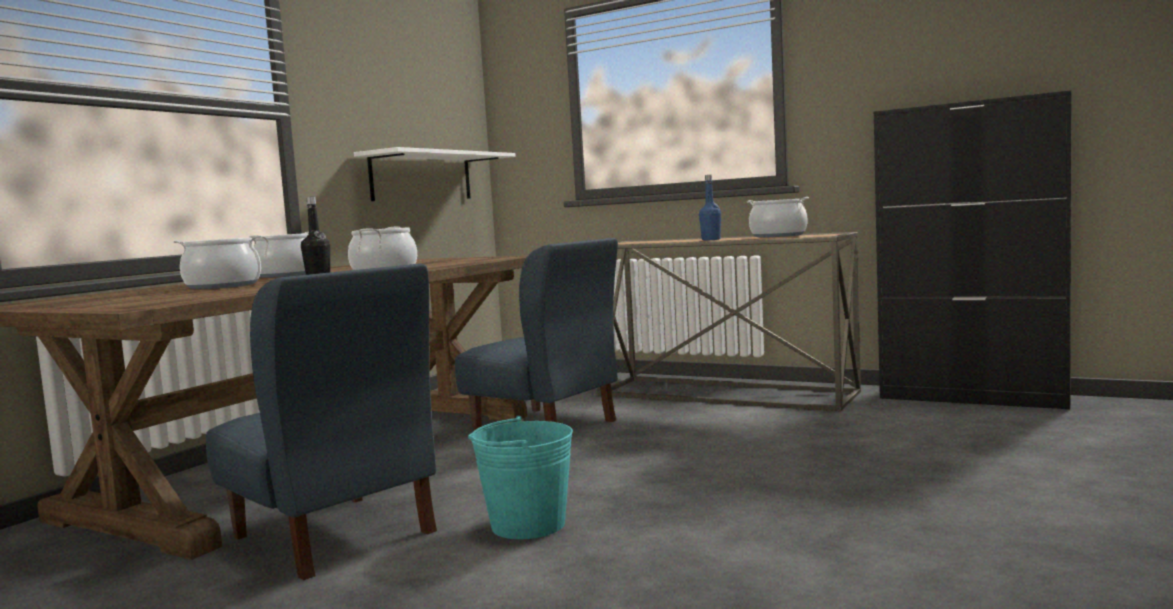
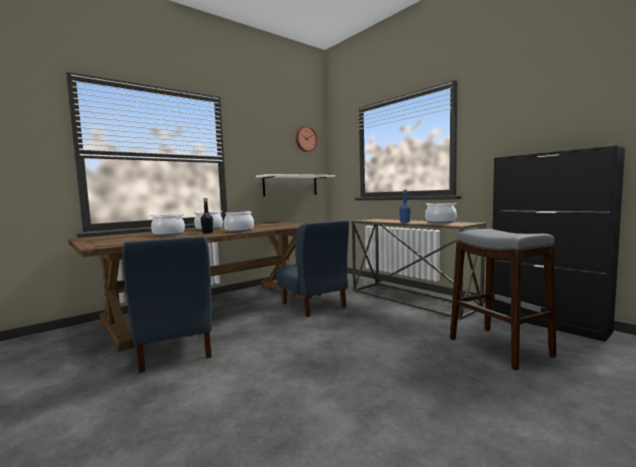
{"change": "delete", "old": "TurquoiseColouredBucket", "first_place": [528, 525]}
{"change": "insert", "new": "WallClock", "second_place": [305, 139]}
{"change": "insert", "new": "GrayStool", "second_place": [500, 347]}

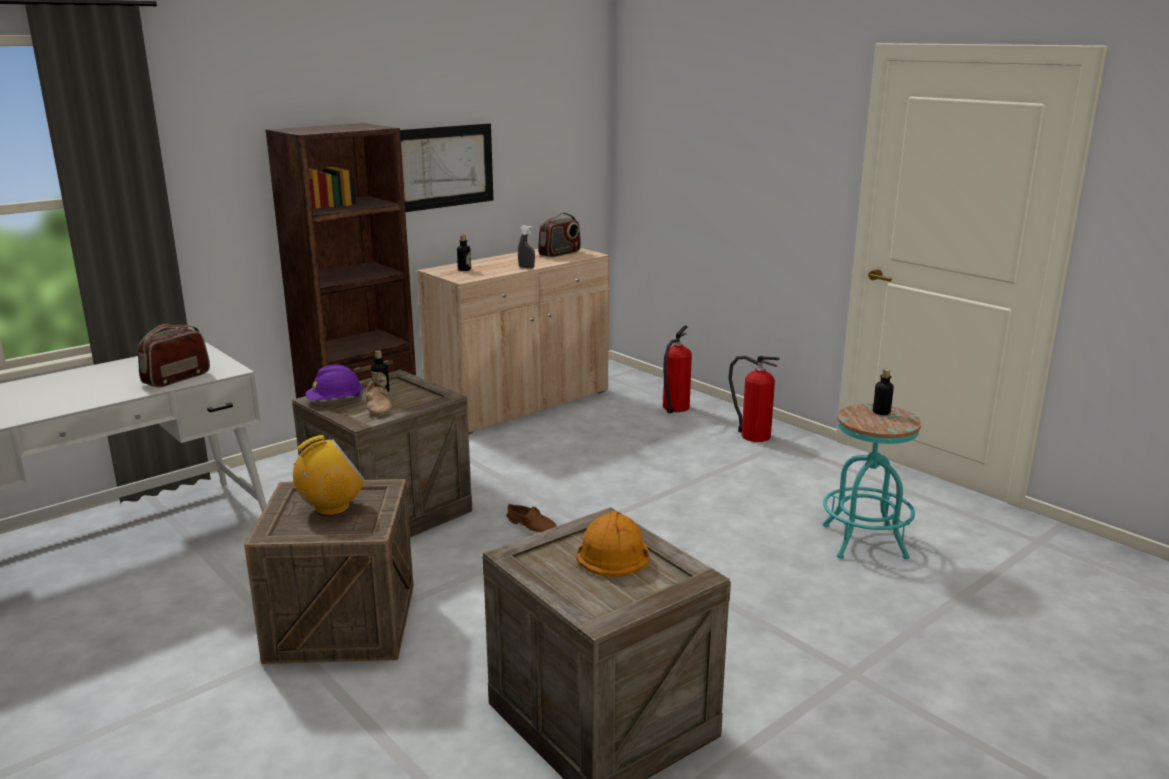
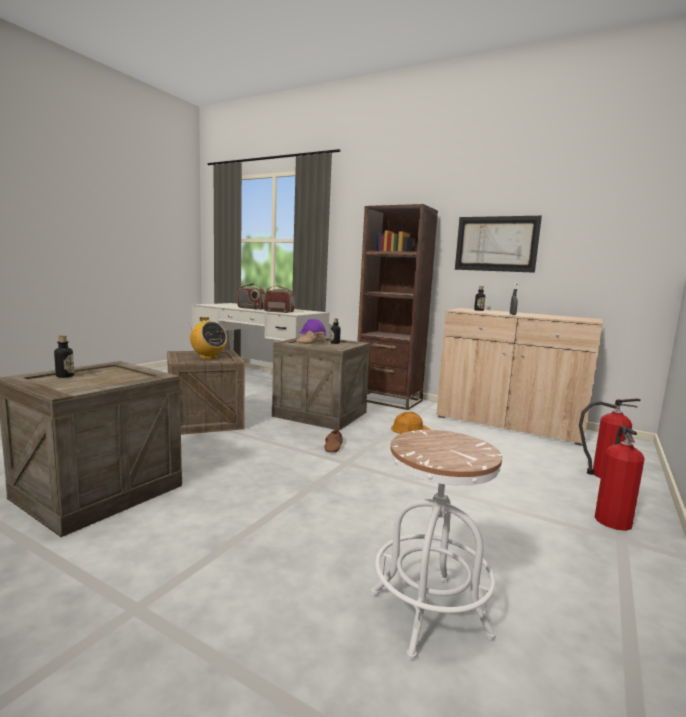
{"change": "move", "old": "Radio", "first_place": [560, 253], "second_place": [251, 308]}
{"change": "move", "old": "OrangeColouredWorkHelmet", "first_place": [613, 551], "second_place": [410, 429]}
{"change": "recolor", "old": "TurquoiseColouredStool", "new": "WhiteStool", "first_place": [864, 541], "second_place": [429, 614]}
{"change": "move", "old": "Bottle", "first_place": [881, 412], "second_place": [65, 376]}

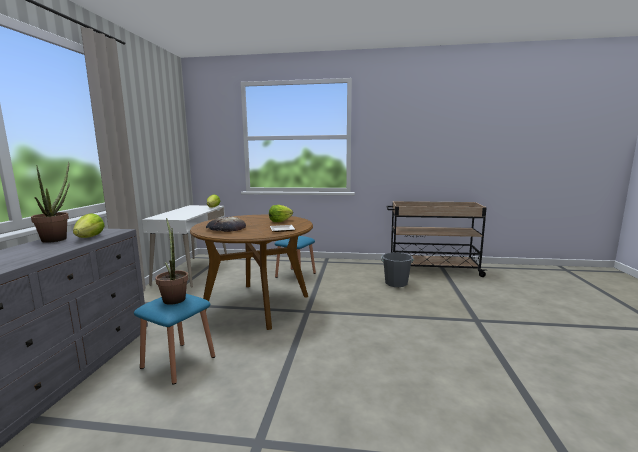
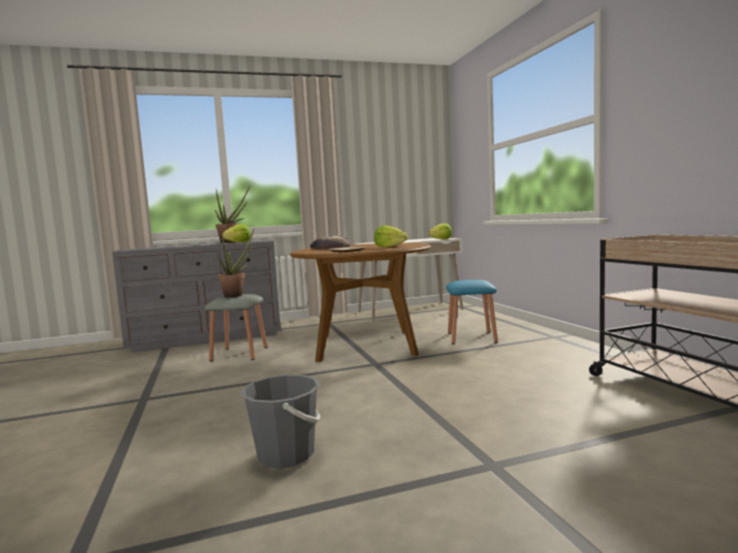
{"change": "recolor", "old": "BlueColouredStool", "new": "GrayStool", "first_place": [178, 362], "second_place": [239, 353]}
{"change": "move", "old": "GrayBucket", "first_place": [396, 283], "second_place": [286, 455]}

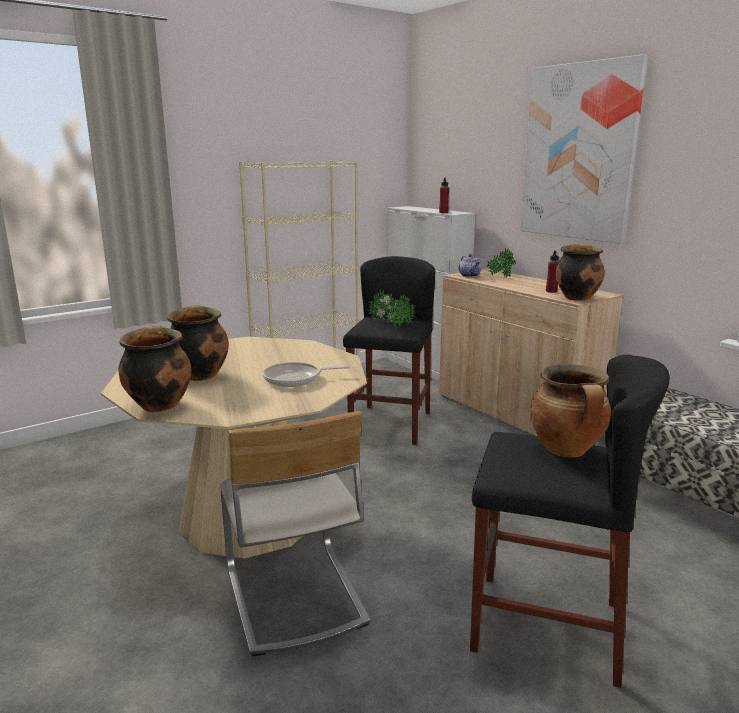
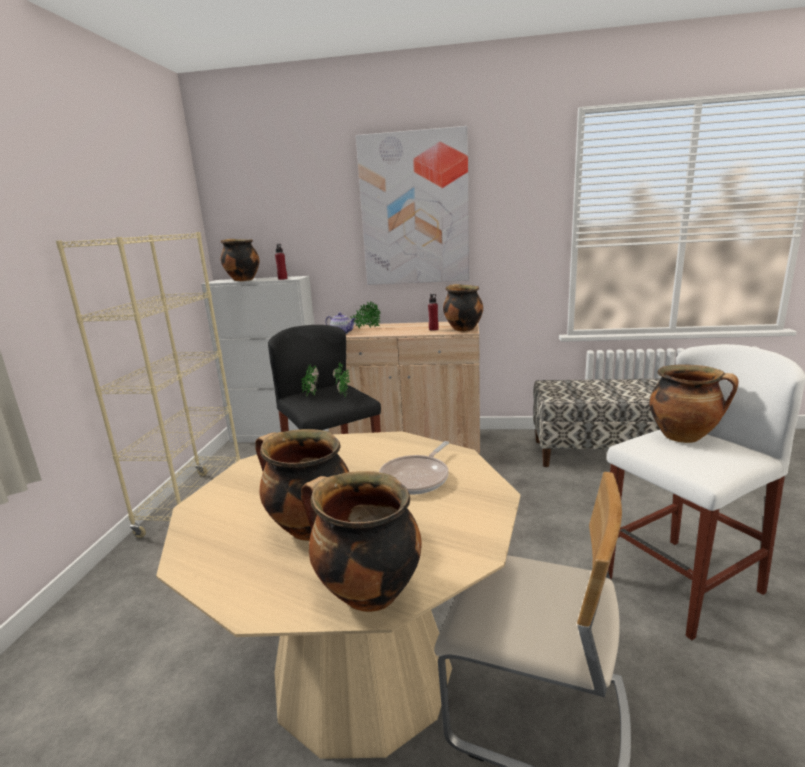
{"change": "recolor", "old": "BlackStool", "new": "WhiteStool", "first_place": [545, 626], "second_place": [681, 584]}
{"change": "insert", "new": "Saucepot", "second_place": [242, 280]}

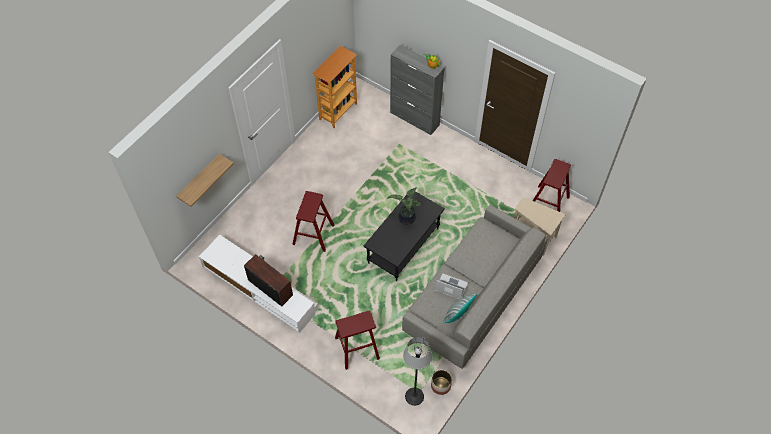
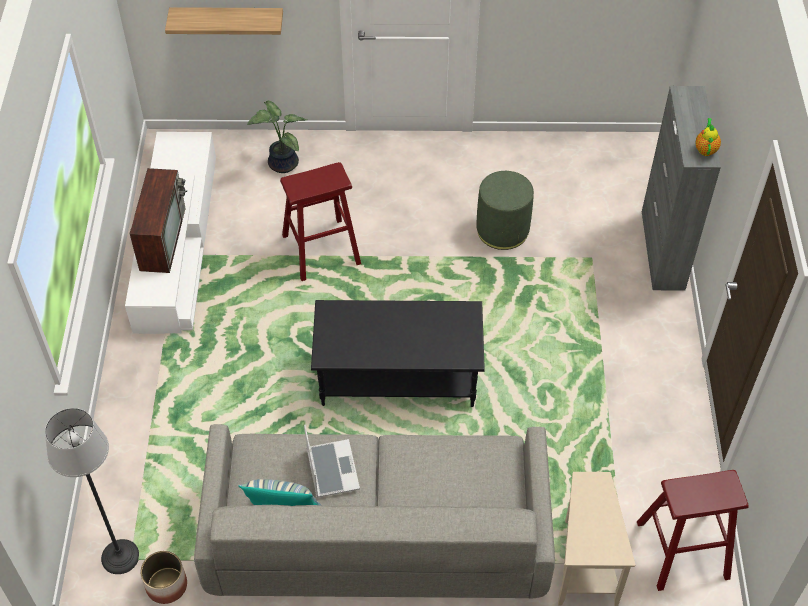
{"change": "delete", "old": "Bookcase", "first_place": [338, 111]}
{"change": "delete", "old": "RedStool", "first_place": [357, 348]}
{"change": "move", "old": "Houseplant", "first_place": [406, 219], "second_place": [281, 163]}
{"change": "insert", "new": "GreenPouffe", "second_place": [502, 230]}

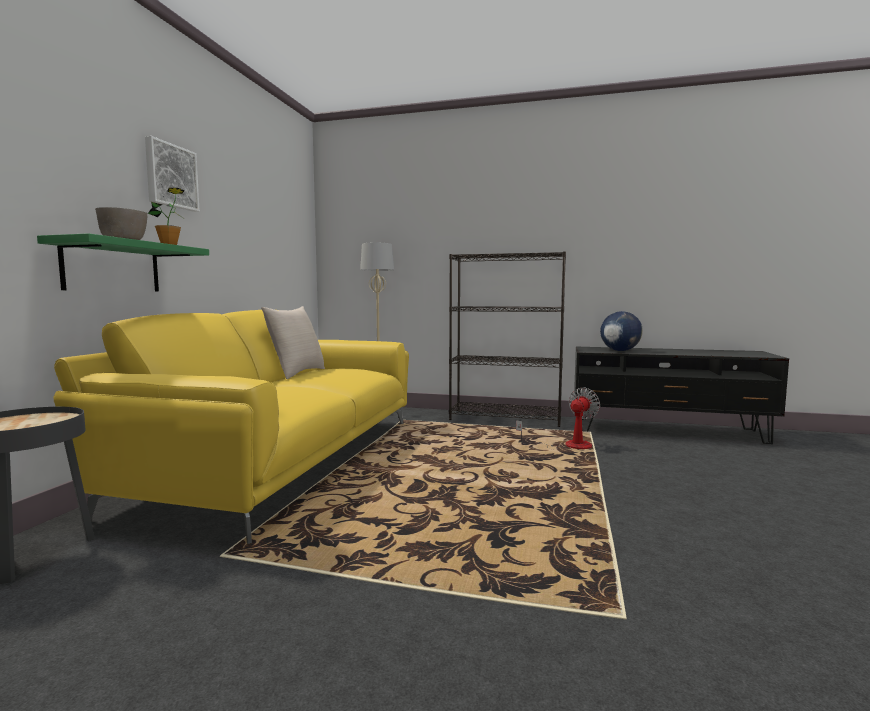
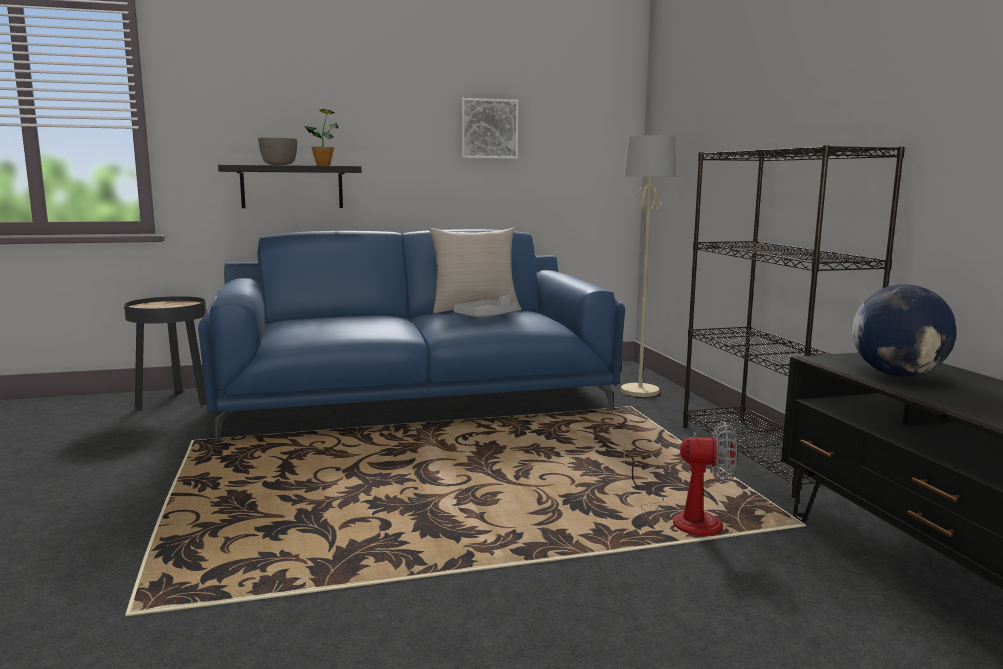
{"change": "recolor", "old": "GreenWallShelf", "new": "BlackWallShelf", "first_place": [112, 267], "second_place": [292, 187]}
{"change": "recolor", "old": "YellowCouch", "new": "BlueColouredCouch", "first_place": [283, 458], "second_place": [415, 400]}
{"change": "move", "old": "WallArt", "first_place": [170, 176], "second_place": [488, 129]}
{"change": "insert", "new": "GrayCarryingTray", "second_place": [485, 316]}

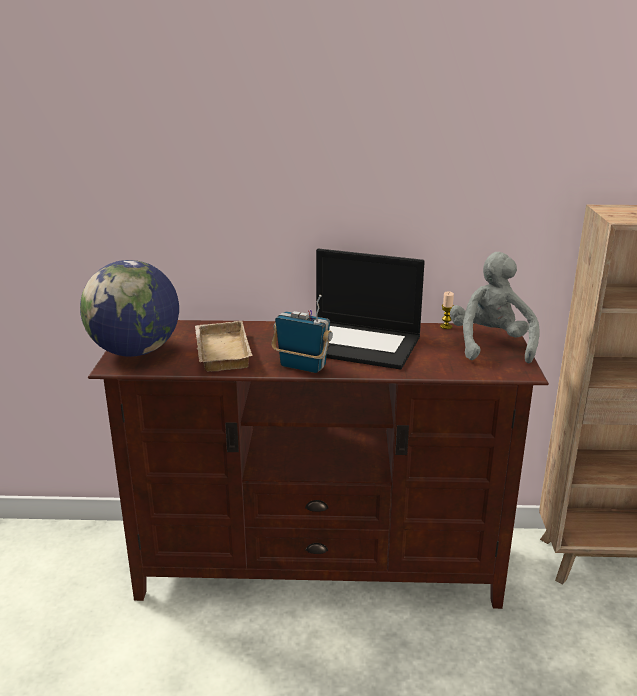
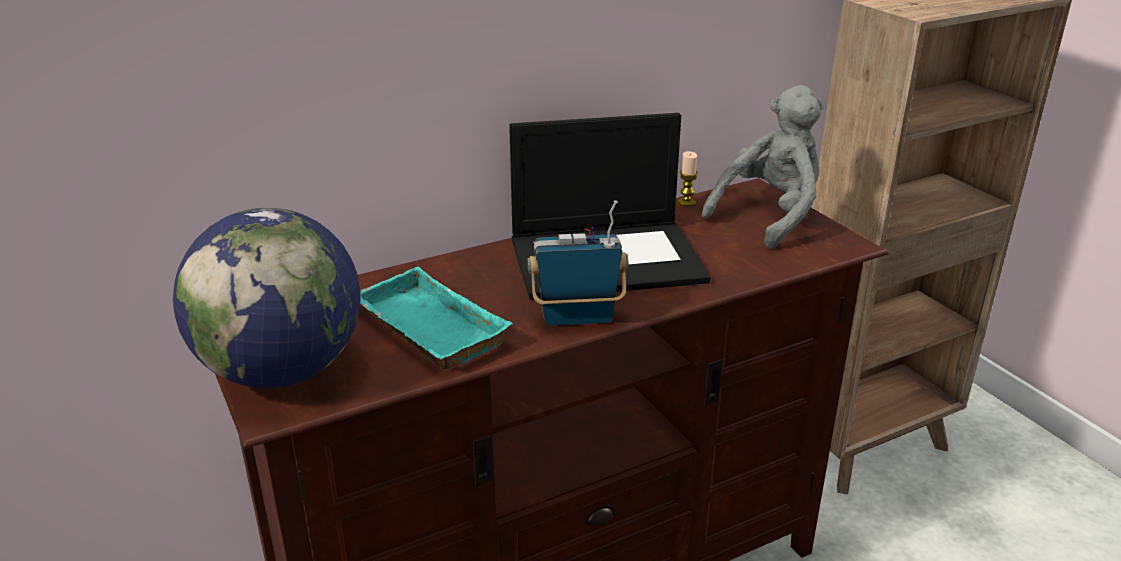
{"change": "recolor", "old": "SandColouredCarryingTray", "new": "TurquoiseColouredCarryingTray", "first_place": [220, 351], "second_place": [424, 329]}
{"change": "rotate", "old": "GrayPlushToy", "first_place": [490, 345], "second_place": [769, 216], "degrees": 75}

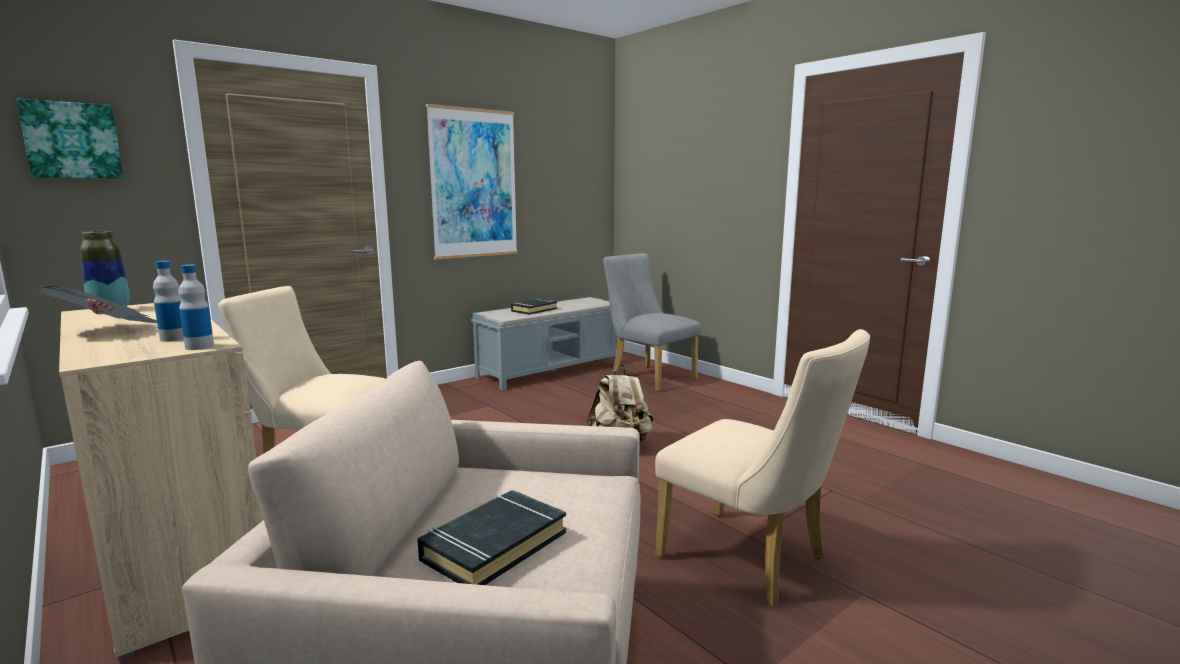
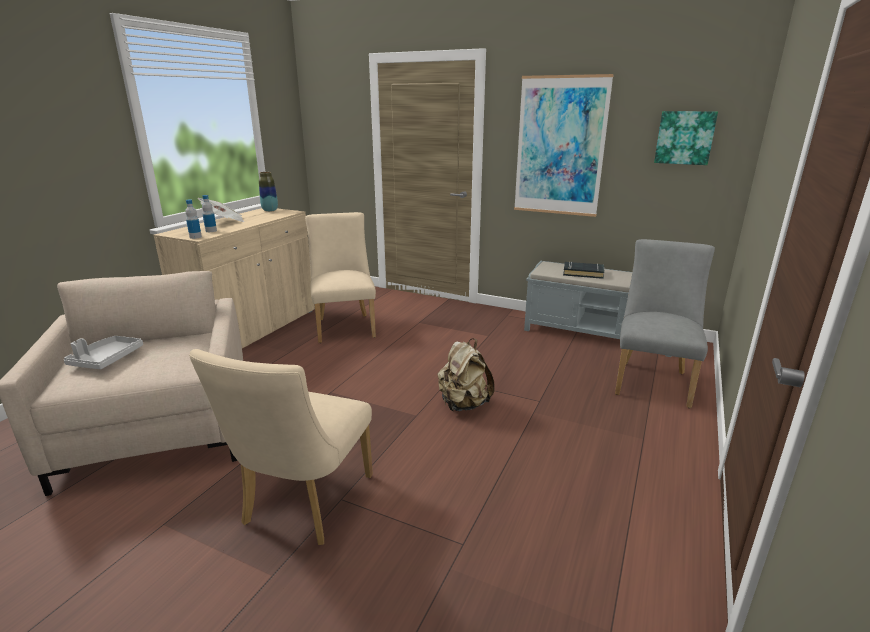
{"change": "move", "old": "WallArt", "first_place": [72, 140], "second_place": [685, 137]}
{"change": "replace", "old": "BlackBoundBook", "new": "GrayCarryingTray", "first_place": [494, 546], "second_place": [106, 359]}

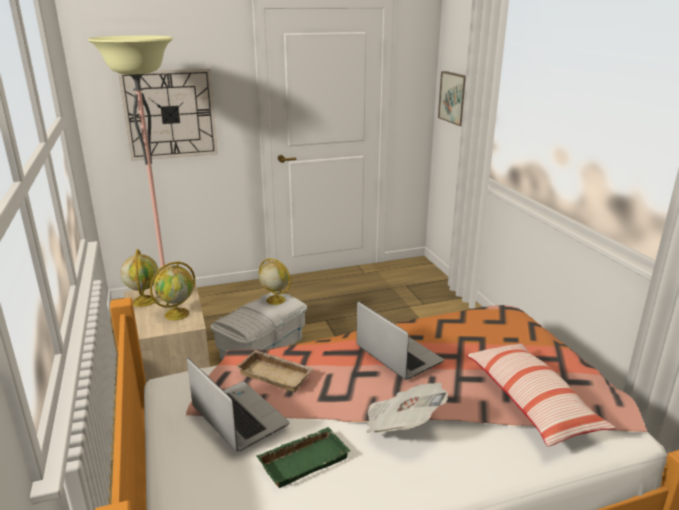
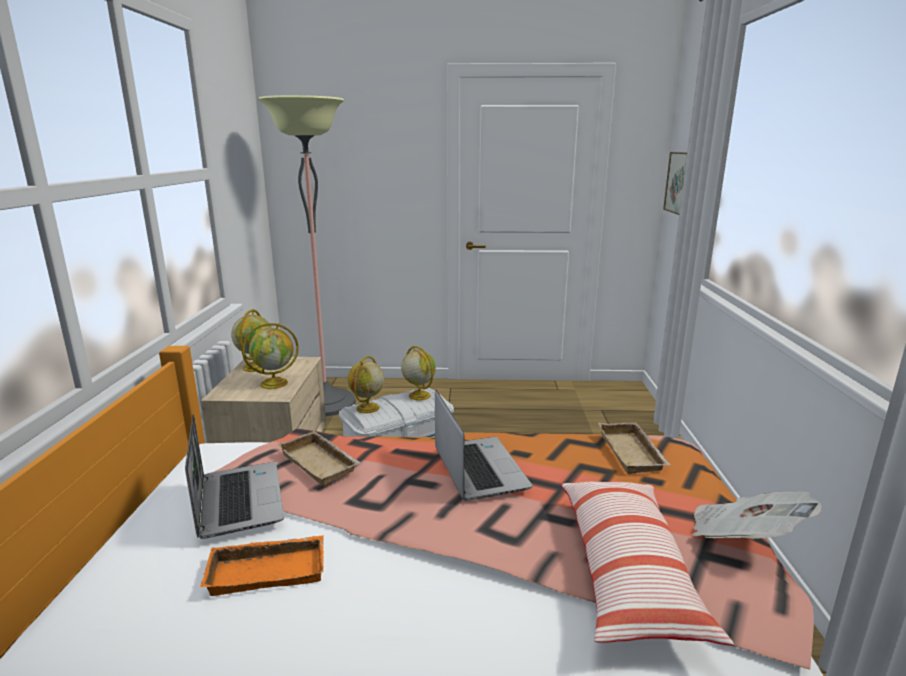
{"change": "delete", "old": "WallClock", "first_place": [170, 114]}
{"change": "recolor", "old": "GreenCarryingTray", "new": "OrangeColouredCarryingTray", "first_place": [303, 460], "second_place": [269, 569]}
{"change": "move", "old": "Newspaper", "first_place": [402, 424], "second_place": [743, 538]}
{"change": "insert", "new": "WorldGlobe", "second_place": [367, 408]}
{"change": "insert", "new": "SandColouredCarryingTray", "second_place": [633, 453]}

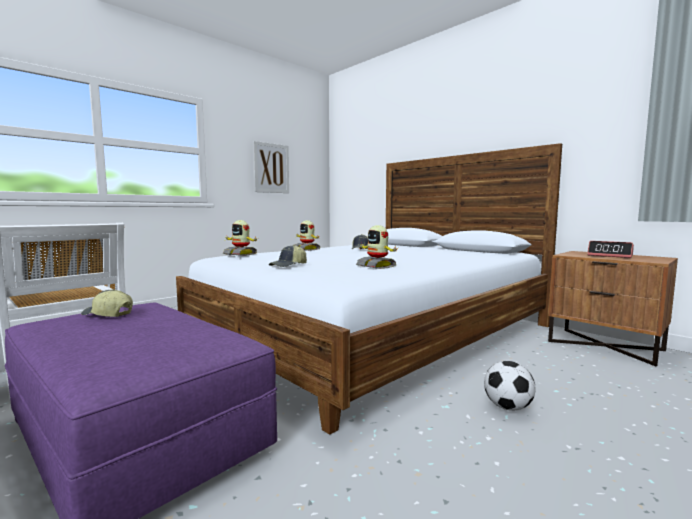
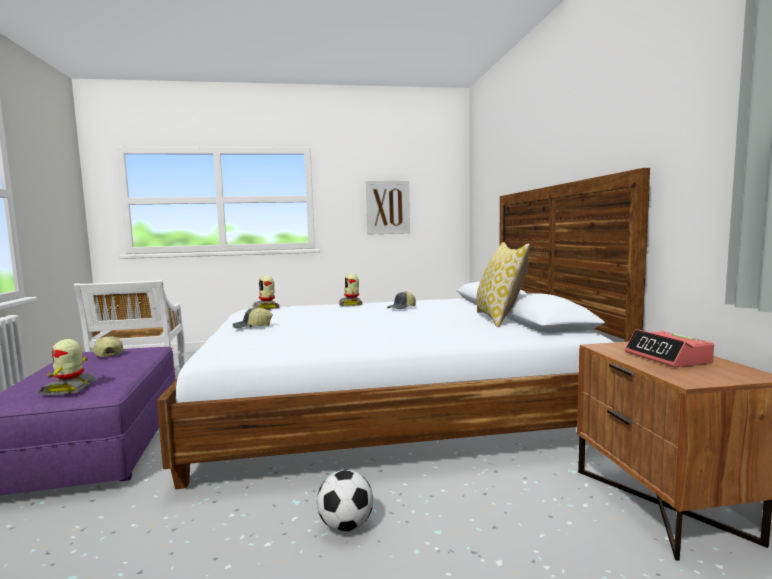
{"change": "move", "old": "ToyRobot", "first_place": [376, 266], "second_place": [70, 388]}
{"change": "insert", "new": "Cushion", "second_place": [500, 319]}

